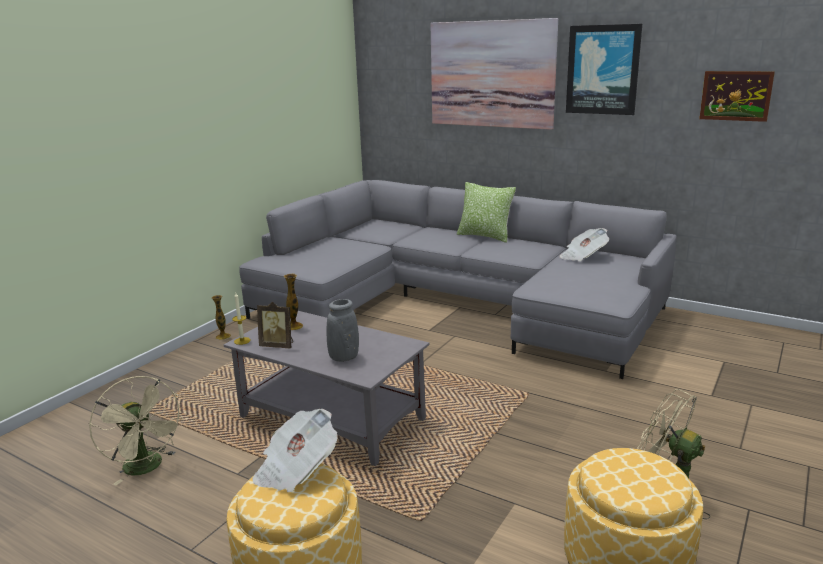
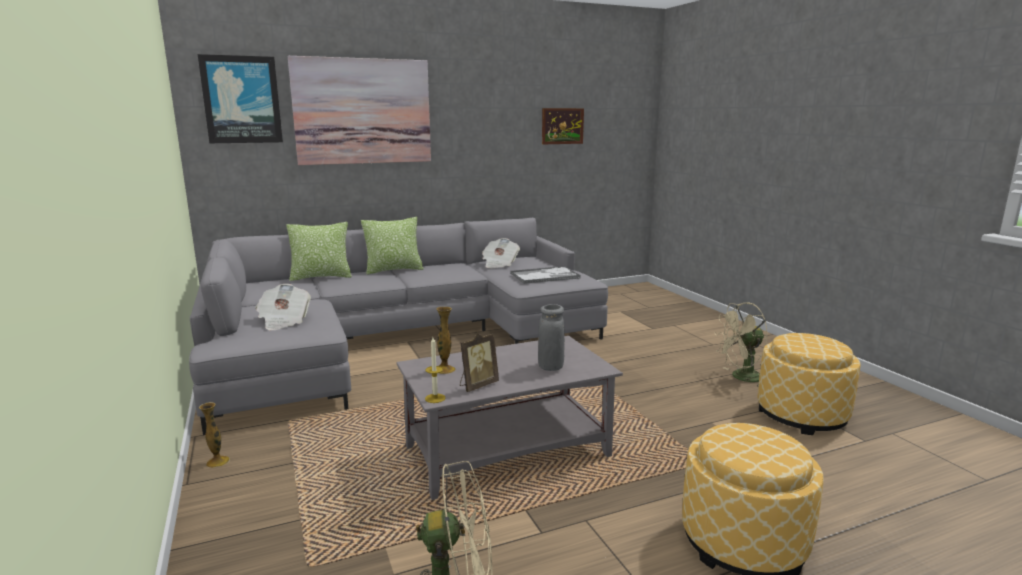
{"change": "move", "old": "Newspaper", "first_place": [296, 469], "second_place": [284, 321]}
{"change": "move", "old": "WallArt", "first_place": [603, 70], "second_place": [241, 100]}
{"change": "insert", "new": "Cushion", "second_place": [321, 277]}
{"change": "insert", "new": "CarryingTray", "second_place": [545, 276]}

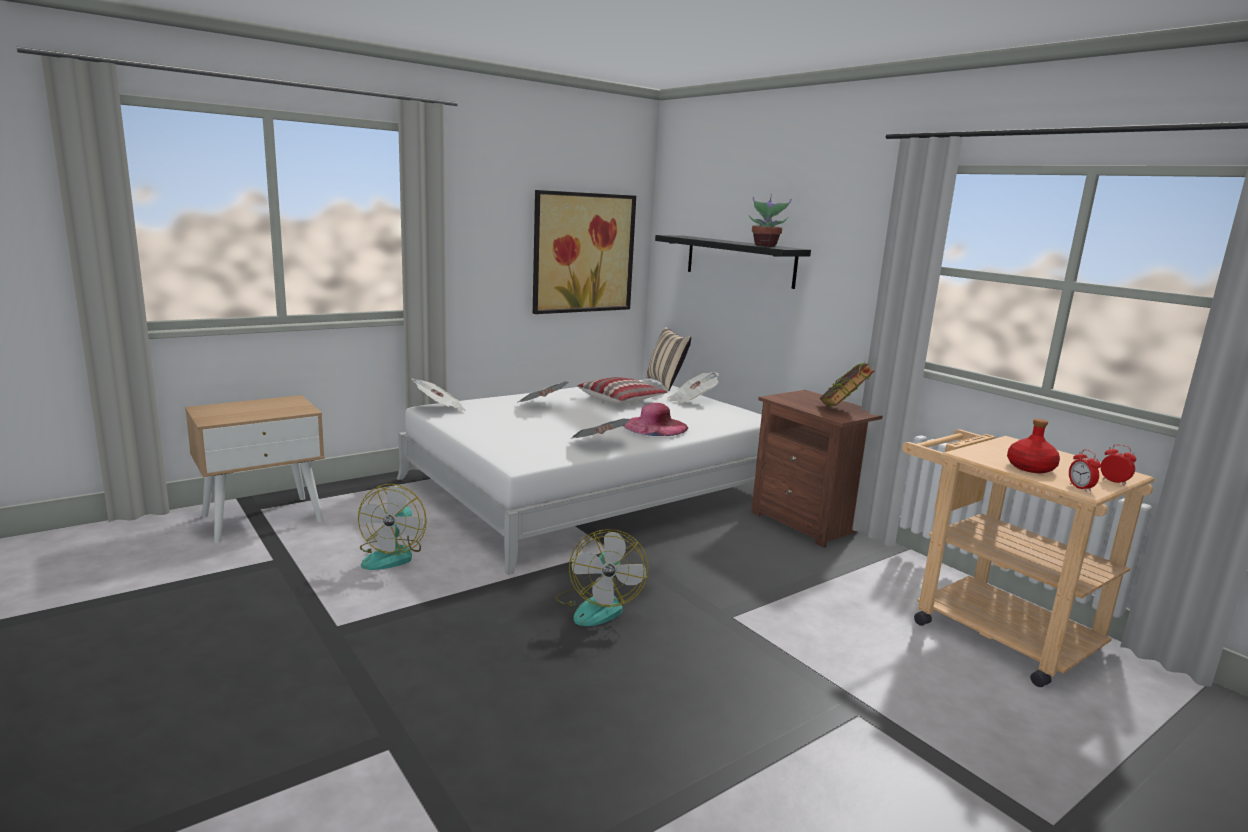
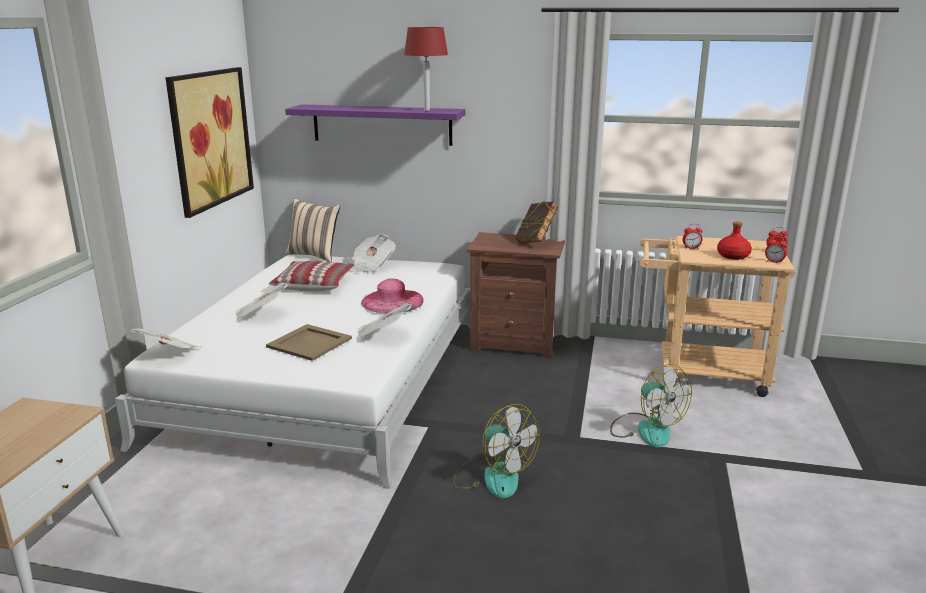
{"change": "move", "old": "CoolingFan", "first_place": [393, 555], "second_place": [646, 429]}
{"change": "recolor", "old": "BlackWallShelf", "new": "PurplishWallShelf", "first_place": [739, 260], "second_place": [382, 124]}
{"change": "replace", "old": "Houseplant", "new": "RedTabletopLamp", "first_place": [765, 246], "second_place": [427, 110]}
{"change": "insert", "new": "SandColouredCarryingTray", "second_place": [308, 343]}
{"change": "insert", "new": "AlarmClock", "second_place": [691, 248]}

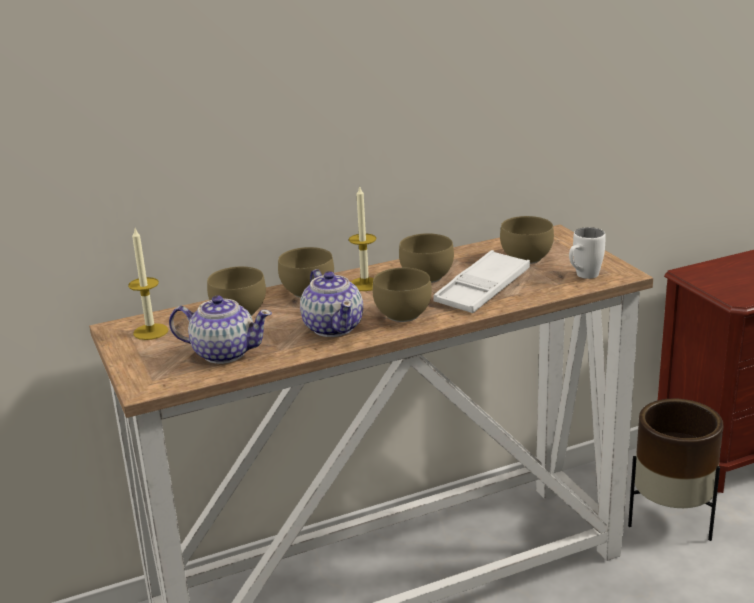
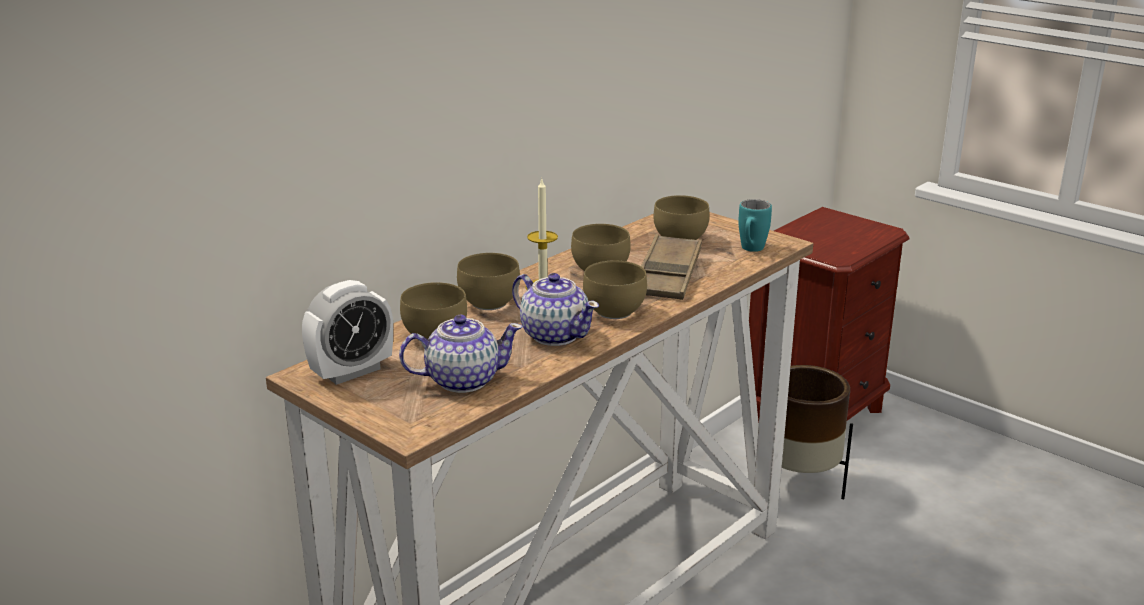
{"change": "replace", "old": "WaxLight", "new": "AlarmClock", "first_place": [151, 332], "second_place": [352, 372]}
{"change": "recolor", "old": "WhiteCarryingTray", "new": "BrownColouredCarryingTray", "first_place": [482, 289], "second_place": [668, 275]}
{"change": "recolor", "old": "WhiteTeaMug", "new": "TurquoiseColouredTeaMug", "first_place": [583, 276], "second_place": [750, 250]}

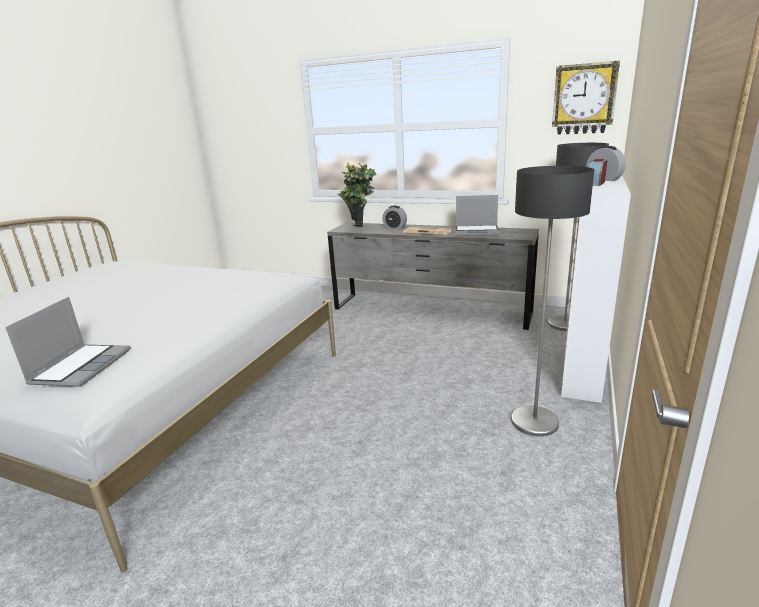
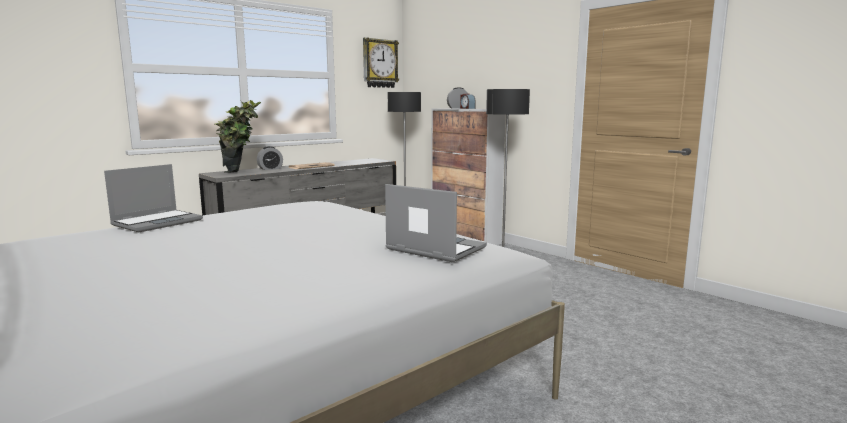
{"change": "move", "old": "PortableComputer", "first_place": [477, 231], "second_place": [158, 222]}

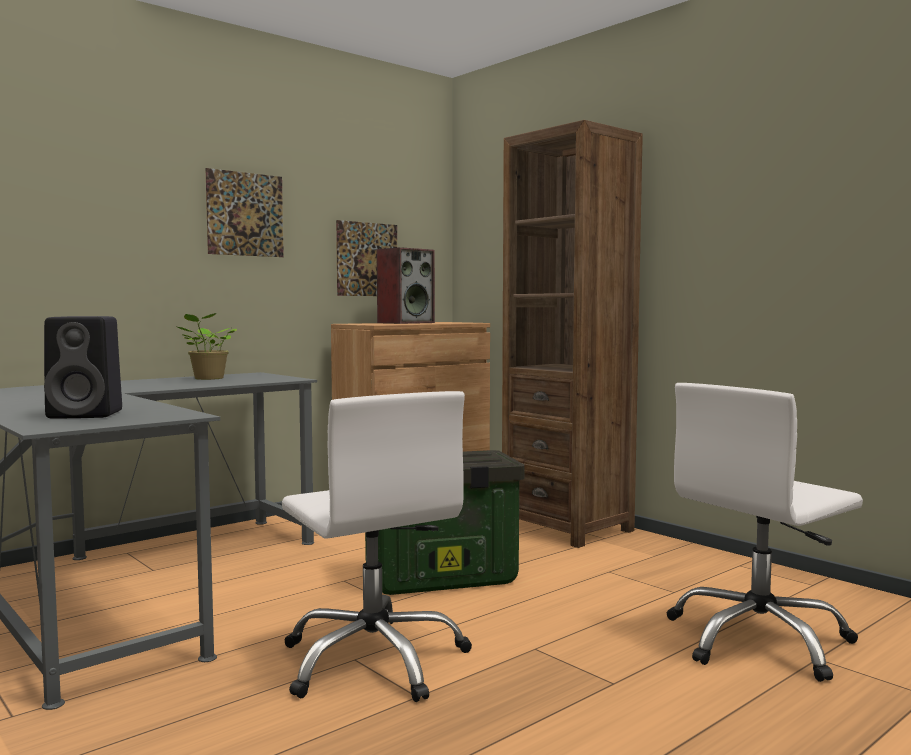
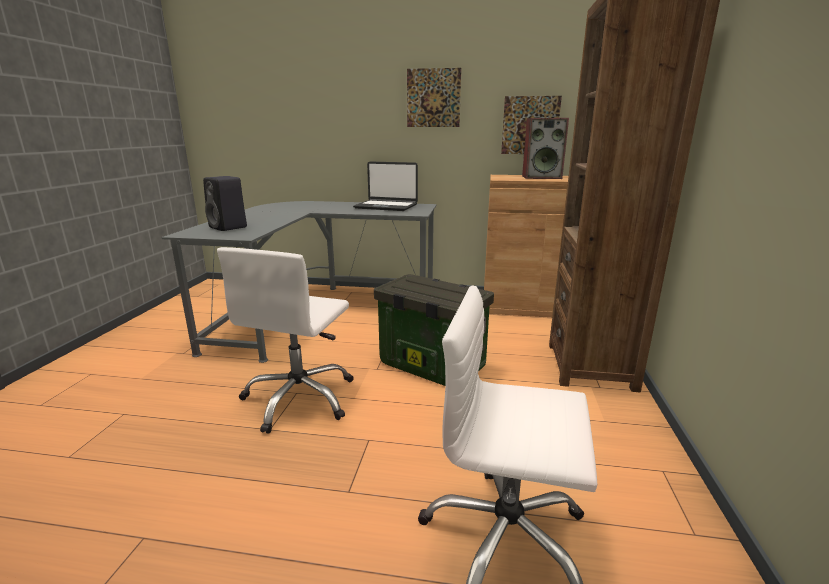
{"change": "replace", "old": "Houseplant", "new": "PortableComputer", "first_place": [207, 378], "second_place": [386, 206]}

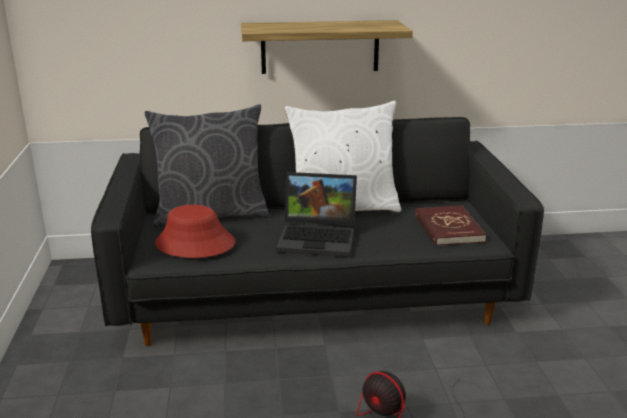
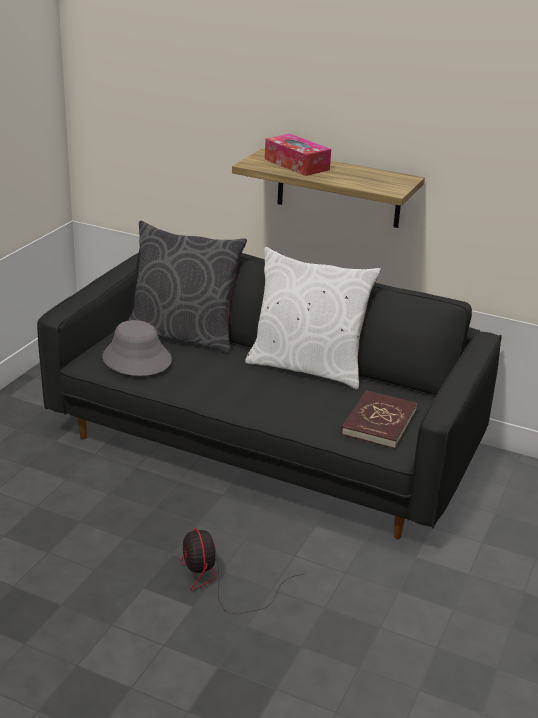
{"change": "recolor", "old": "RedClothingHat", "new": "GrayClothingHat", "first_place": [194, 243], "second_place": [136, 359]}
{"change": "delete", "old": "PortableComputer", "first_place": [319, 238]}
{"change": "insert", "new": "TissueBox", "second_place": [296, 164]}

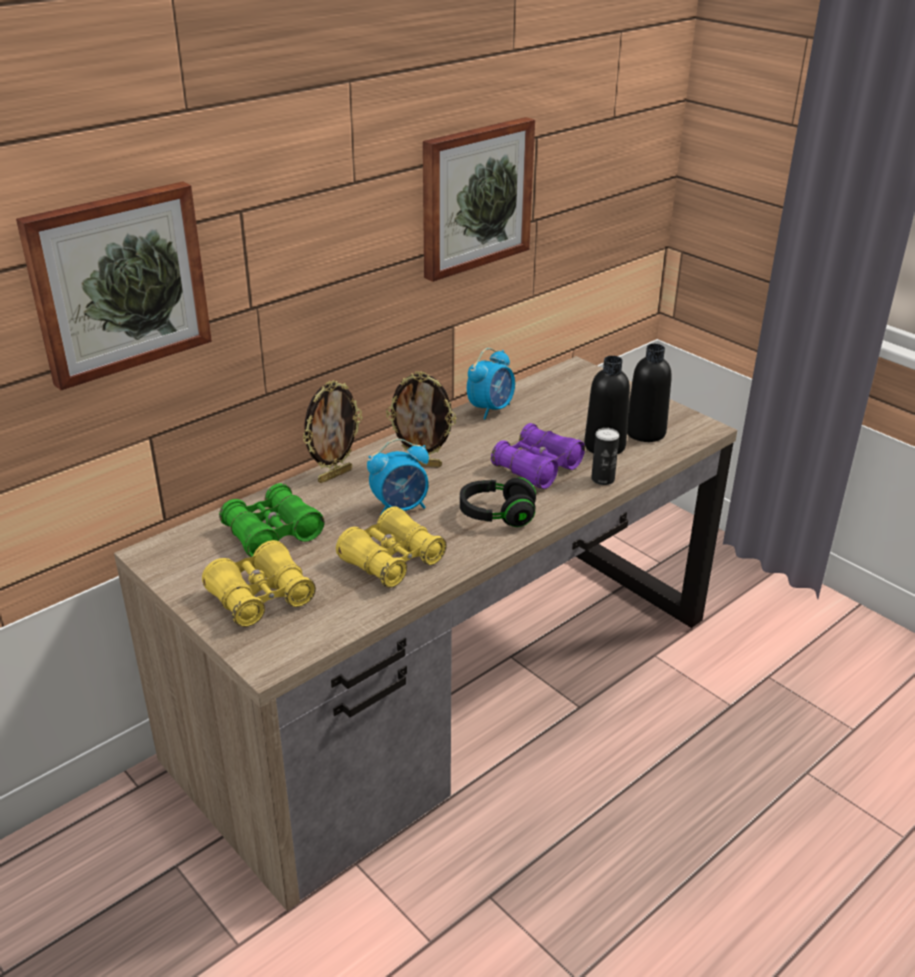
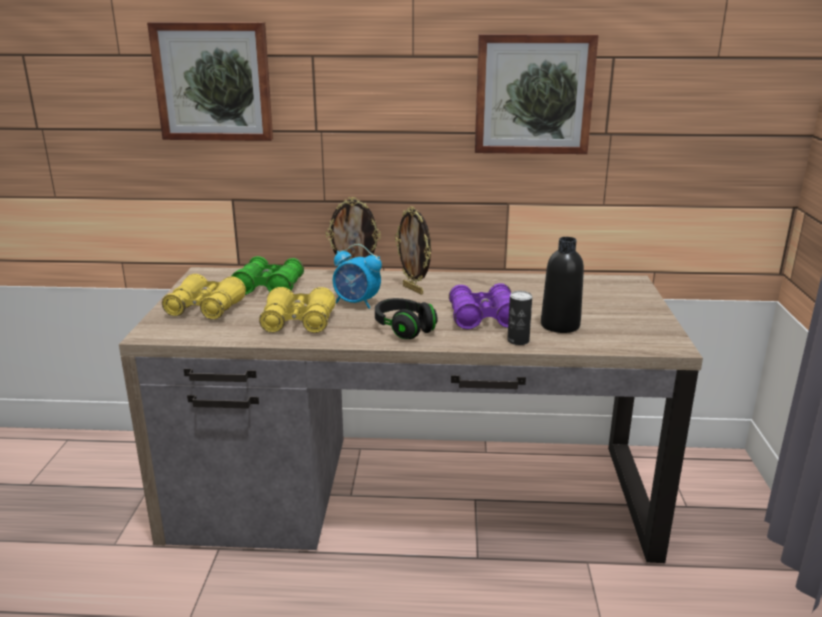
{"change": "delete", "old": "AlarmClock", "first_place": [491, 409]}
{"change": "delete", "old": "BlackBottle", "first_place": [645, 432]}

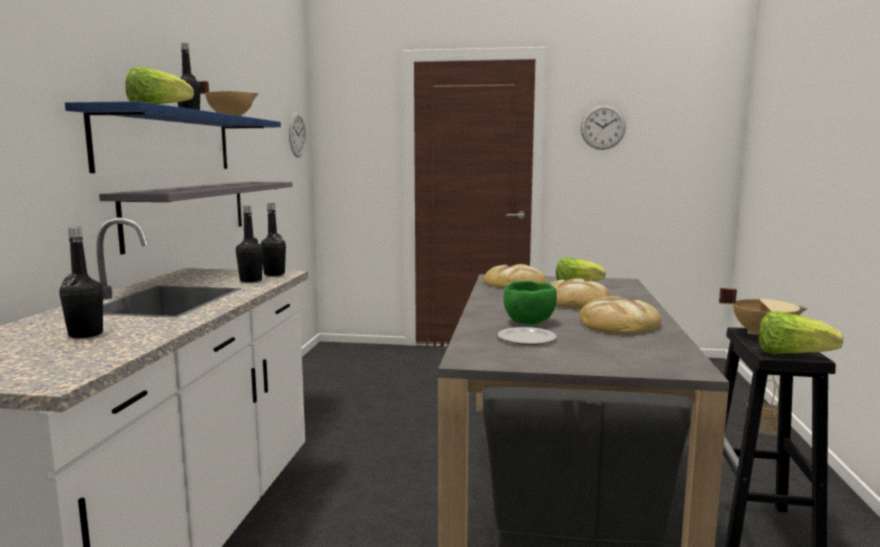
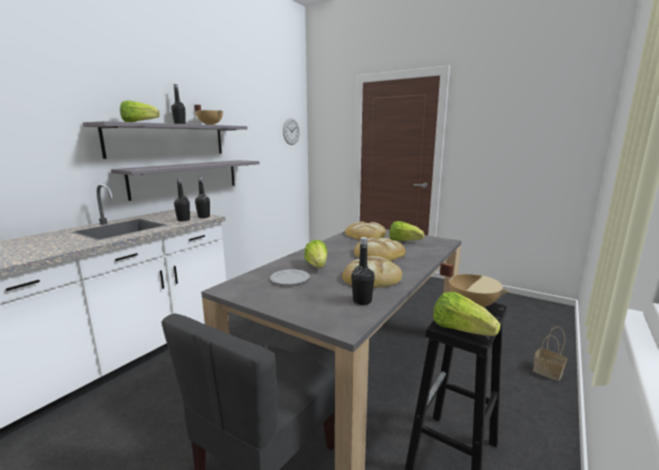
{"change": "move", "old": "BlackBottle", "first_place": [86, 334], "second_place": [362, 301]}
{"change": "recolor", "old": "BlueColouredWallShelf", "new": "GrayWallShelf", "first_place": [168, 142], "second_place": [168, 140]}
{"change": "replace", "old": "GreenDeepDish", "new": "HeadOfLettuce", "first_place": [529, 322], "second_place": [317, 266]}
{"change": "delete", "old": "WallClock", "first_place": [603, 127]}

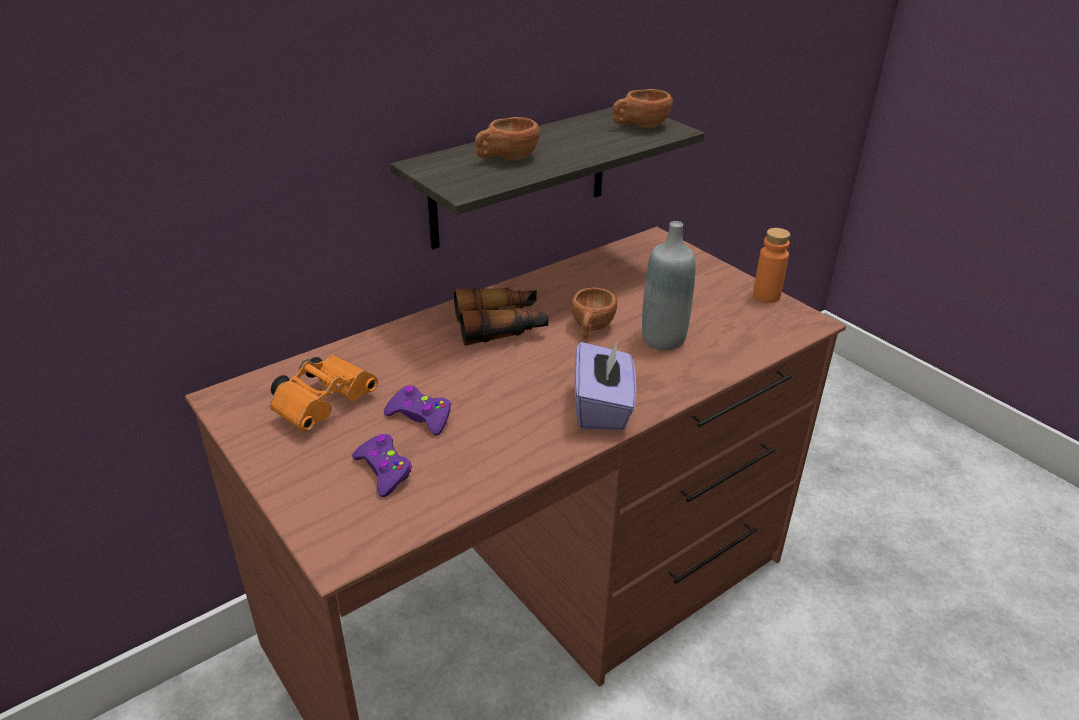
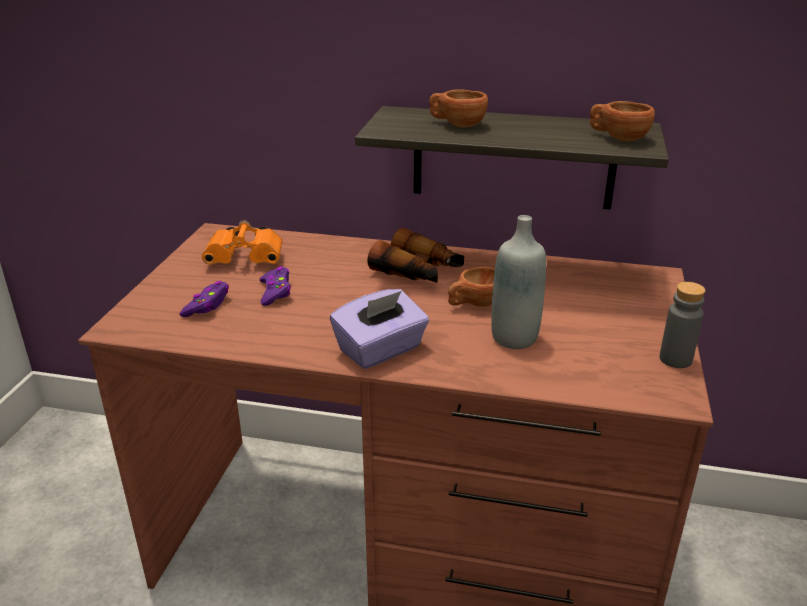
{"change": "recolor", "old": "OrangeColouredBottle", "new": "GrayBottle", "first_place": [766, 296], "second_place": [675, 359]}

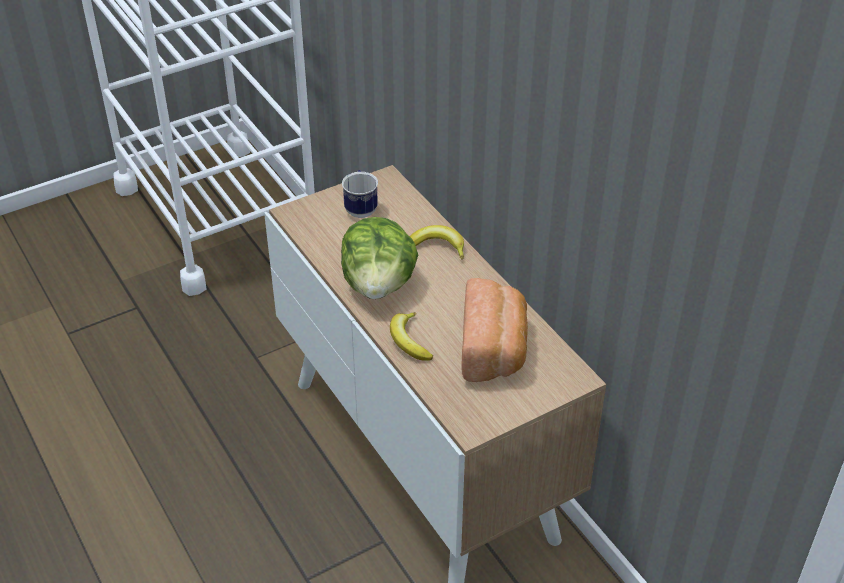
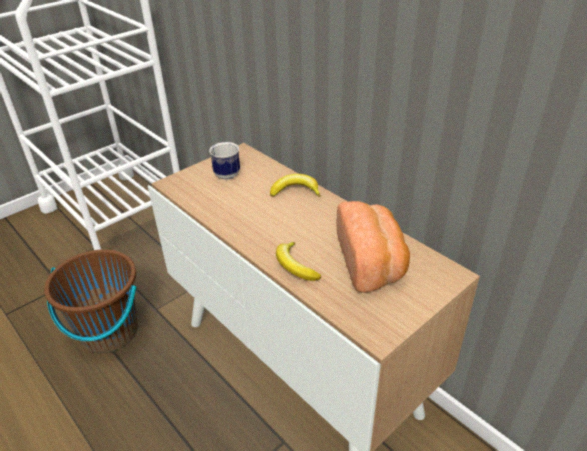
{"change": "delete", "old": "HeadOfLettuce", "first_place": [379, 285]}
{"change": "insert", "new": "BrownColouredBucket", "second_place": [109, 332]}

